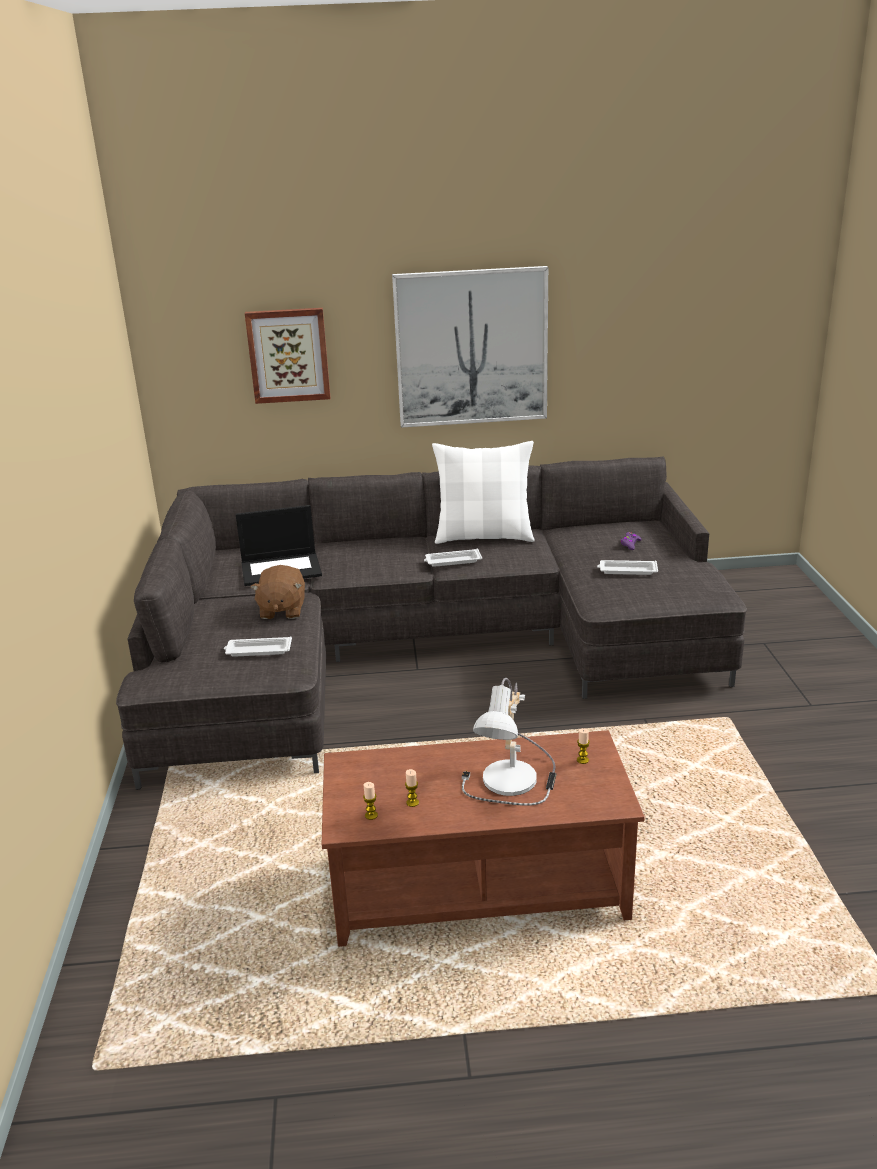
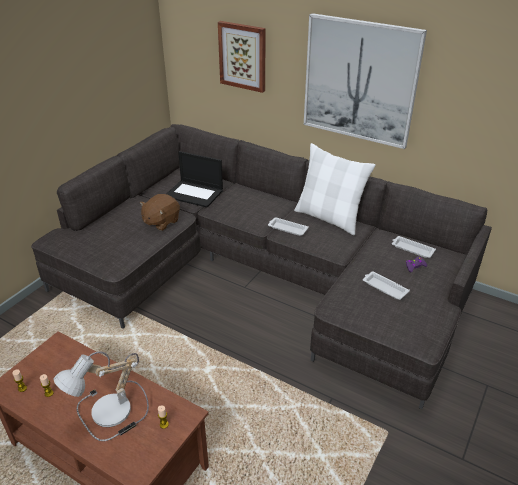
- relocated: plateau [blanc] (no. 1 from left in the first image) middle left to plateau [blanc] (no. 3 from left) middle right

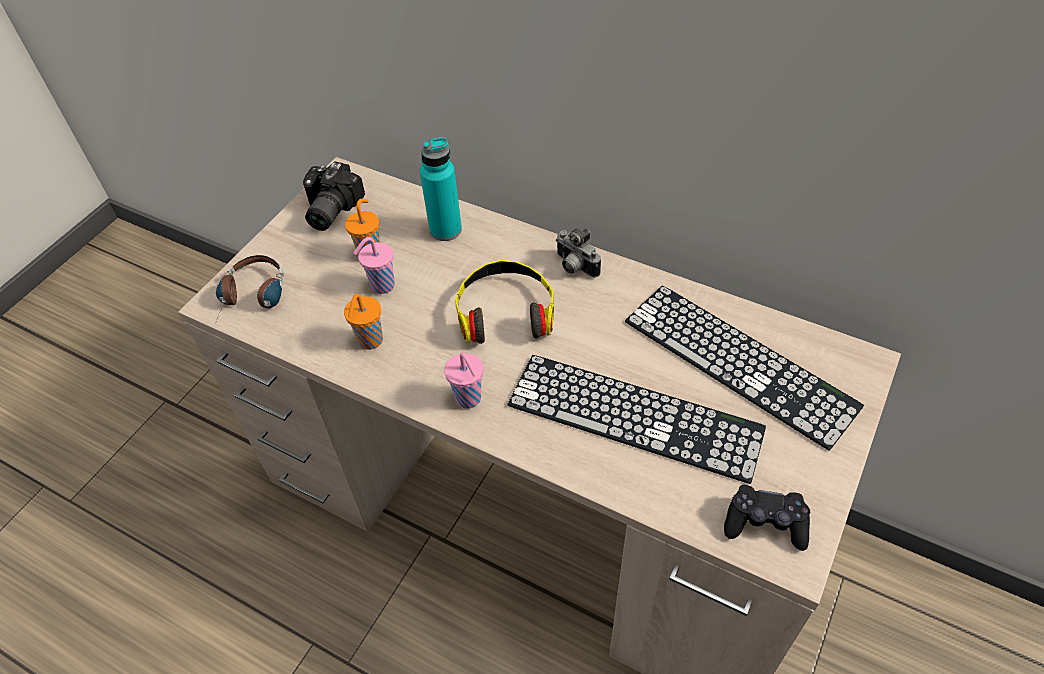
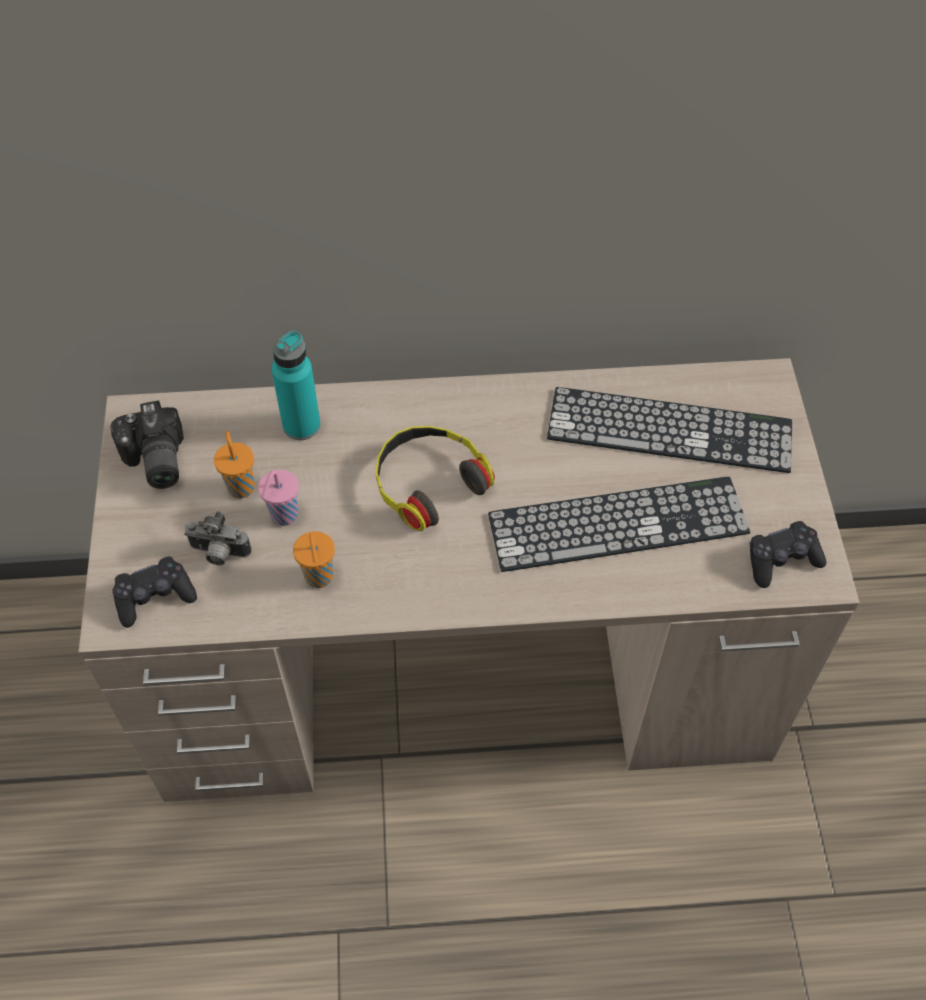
- missing: tasse [rose] (no. 2 from left) centre
- relocated: appareil photo (no. 2 from left) centre to middle left
- exchanged: casque audio (no. 1 from left) middle left to manette [noir] (no. 1 from left) middle left

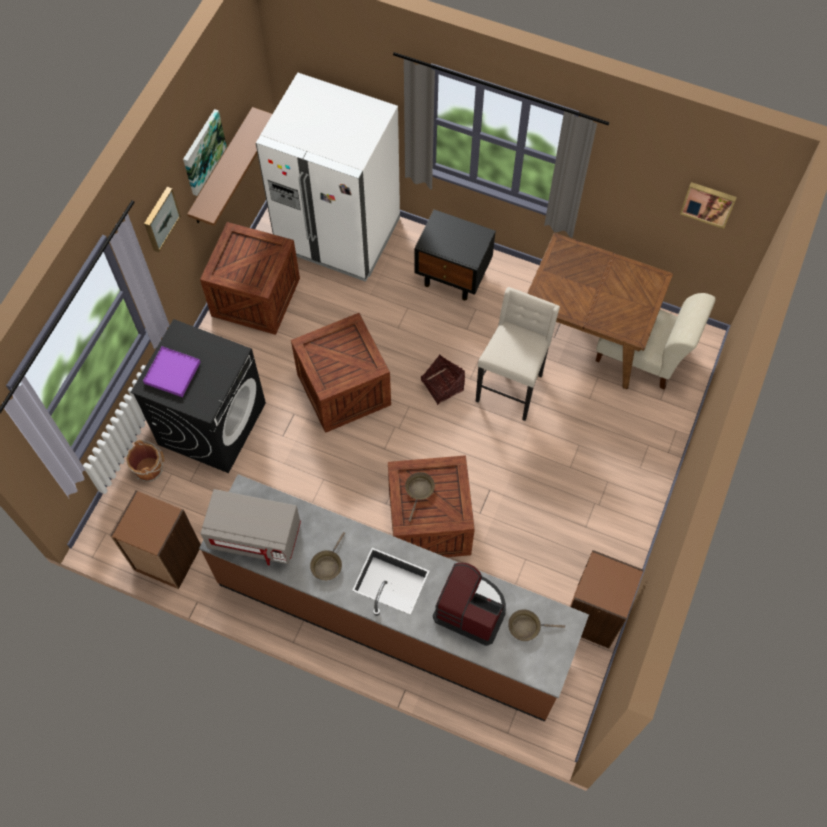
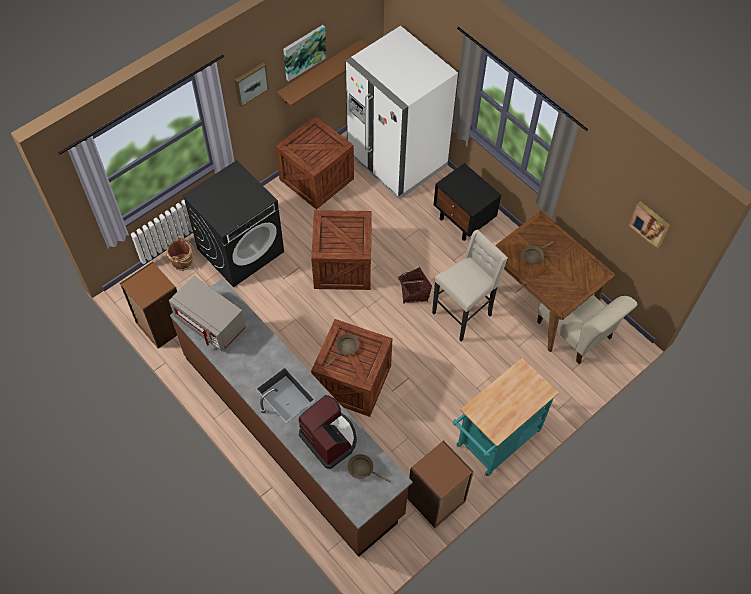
- missing: plateau [violet] middle left
- appeared: chariot [turquoise] bottom right
- relocated: poêle [marron] (no. 1 from left in the first image) bottom centre to poêle [marron] (no. 3 from left) middle right

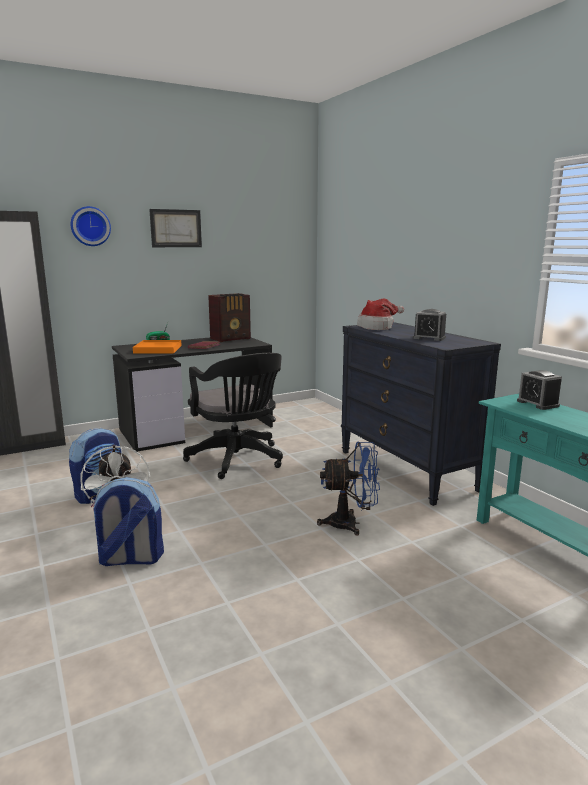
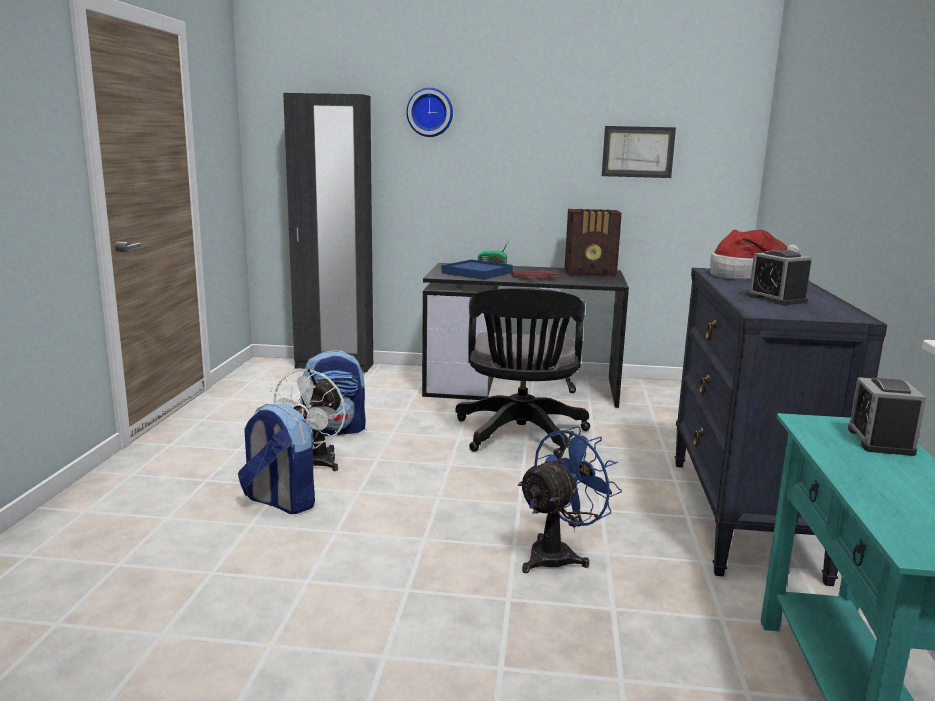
- relocated: tableau top left to top right
- colour: plateau [orange] middle left to plateau [bleu] centre
- spun: ventilateur [bleu] centre = bottom centre 75 degrees counterclockwise

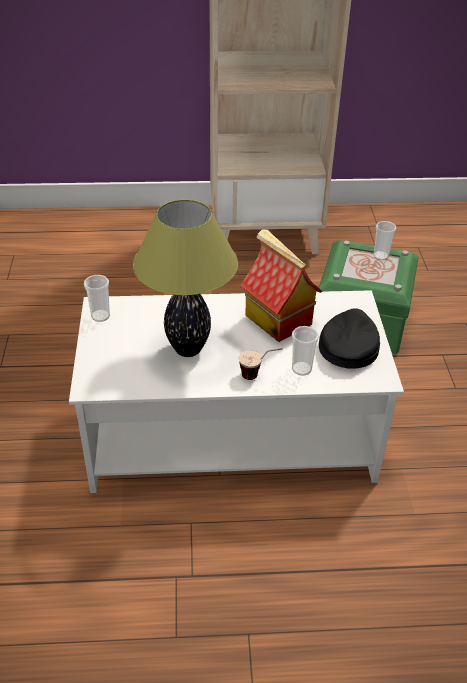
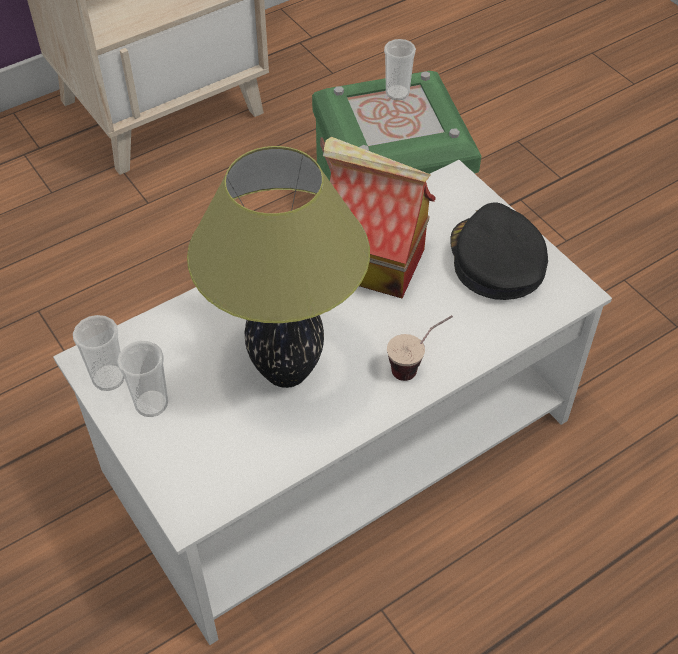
- relocated: tasse (no. 3 from left in the first image) centre to tasse (no. 2 from left) middle left

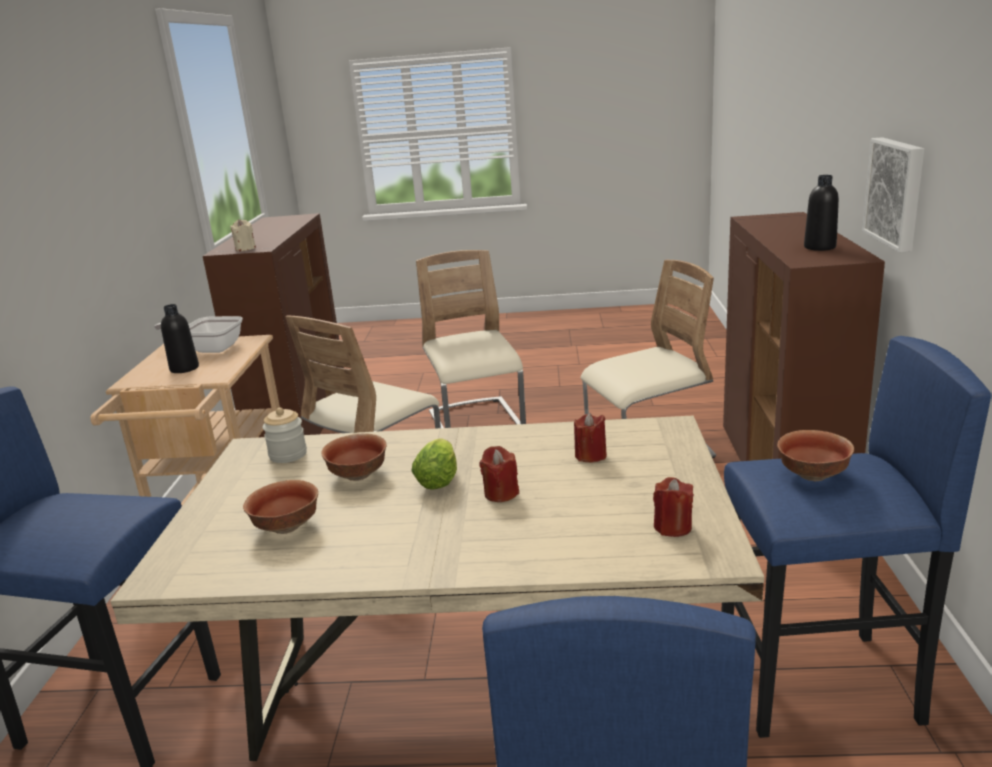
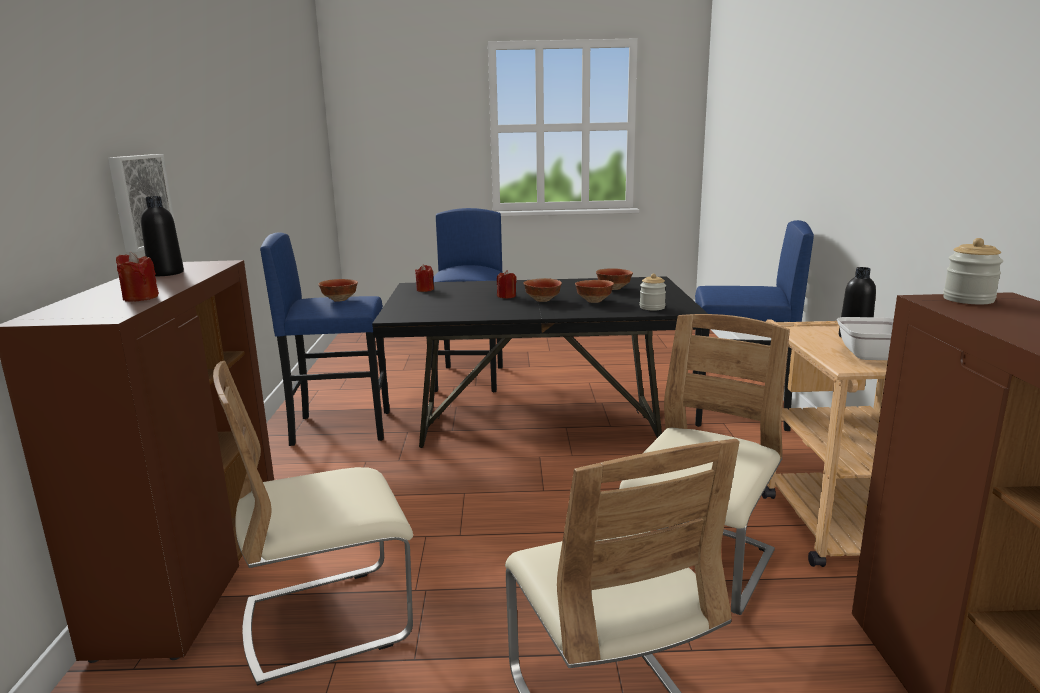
- relocated: bougie [rouge] (no. 2 from left in the first image) centre to bougie [rouge] (no. 1 from left) middle left
- exchanged: bougie [beige] top left to bocal (no. 2 from left) middle right
- exchanged: laitue centre to bol (no. 2 from left) centre
- colour: table à manger [beige] bottom centre to table à manger [noir] centre

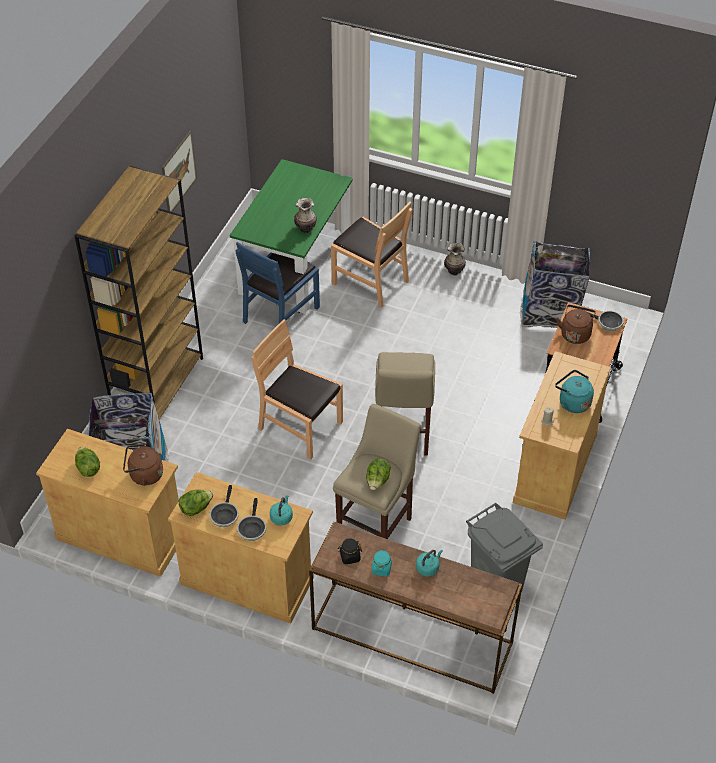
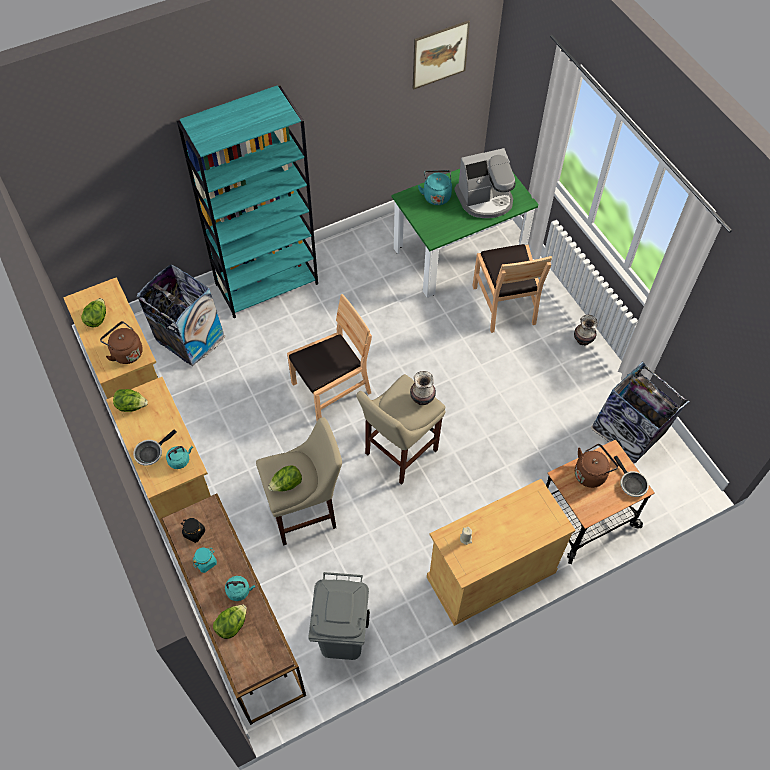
- missing: poêle (no. 1 from left) middle left
- missing: chaise [bleu] centre
- appeared: laitue (no. 3 from left) bottom left
- appeared: machine à café top centre
- relocated: tableau top left to top centre
- relocated: vase (no. 1 from left) top centre to centre
- relocated: bouilloire [turquoise] (no. 3 from left) middle right to top centre
- colour: bibliothèque [marron] middle left to bibliothèque [turquoise] top left
- spun: chaise [marron] (no. 1 from left) centre = centre 75 degrees clockwise

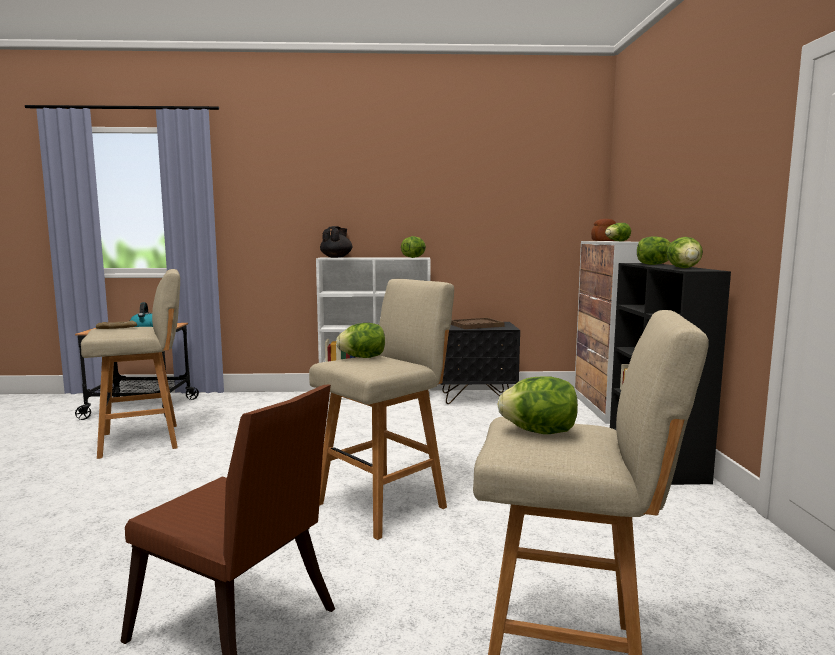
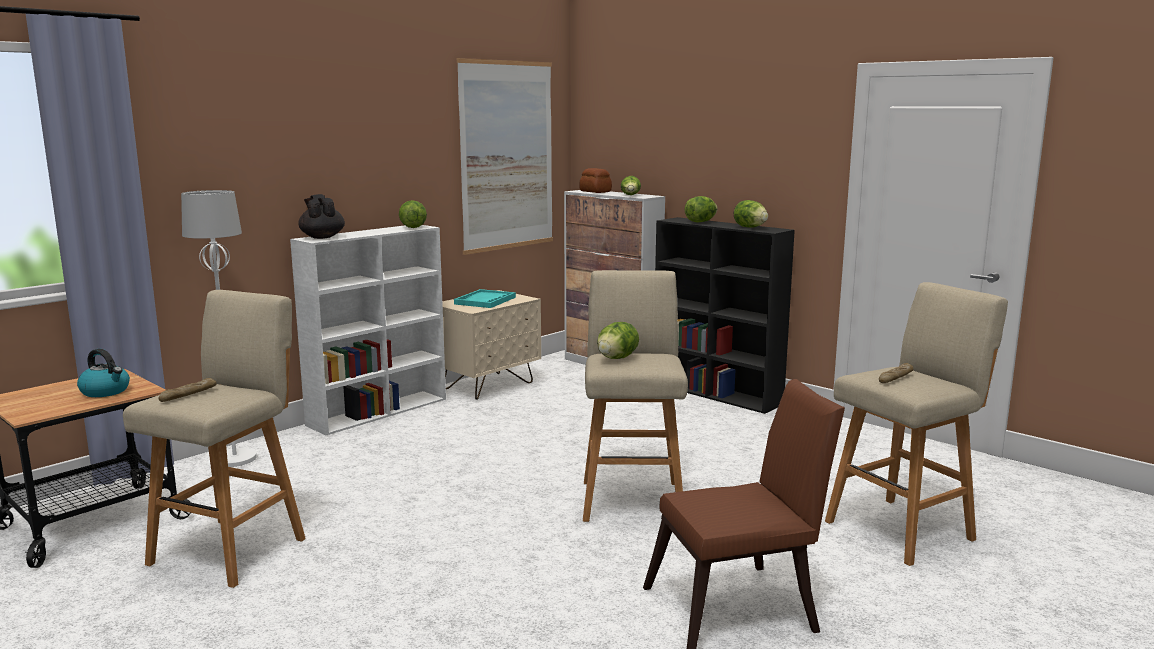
- appeared: lampadaire [blanc] middle left
- appeared: tableau top centre
- exchanged: laitue (no. 3 from left) centre to pain (no. 3 from left) middle right
- colour: table de chevet [noir] centre to table de chevet [beige] centre
- colour: plateau [marron] centre to plateau [turquoise] centre

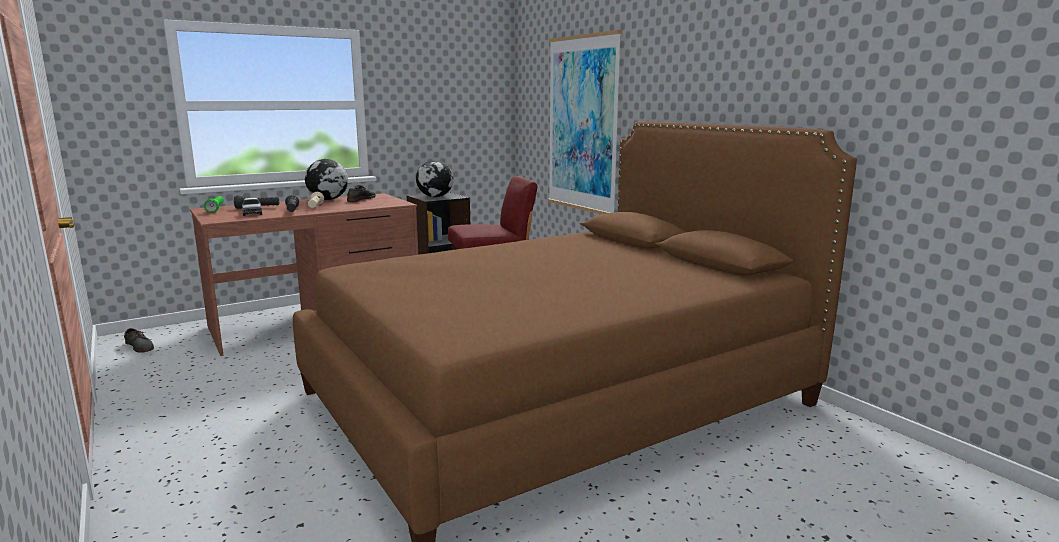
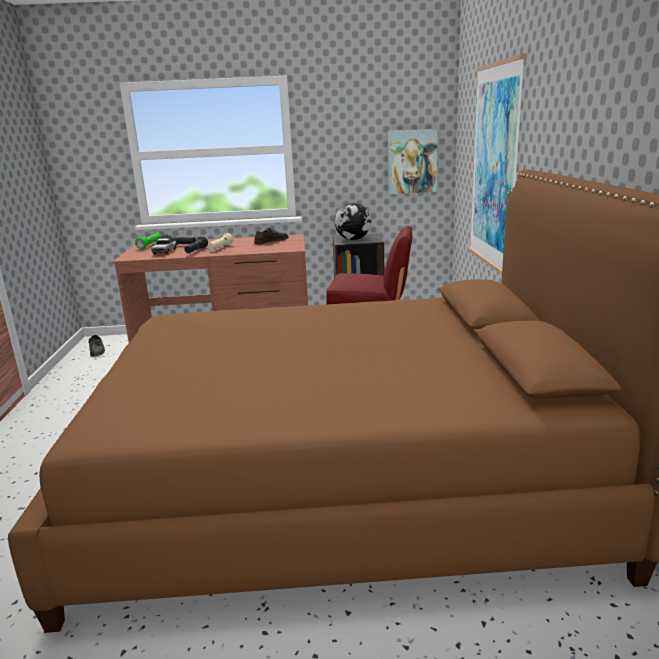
- missing: globe (no. 1 from left) top left
- appeared: tableau (no. 1 from left) top centre

